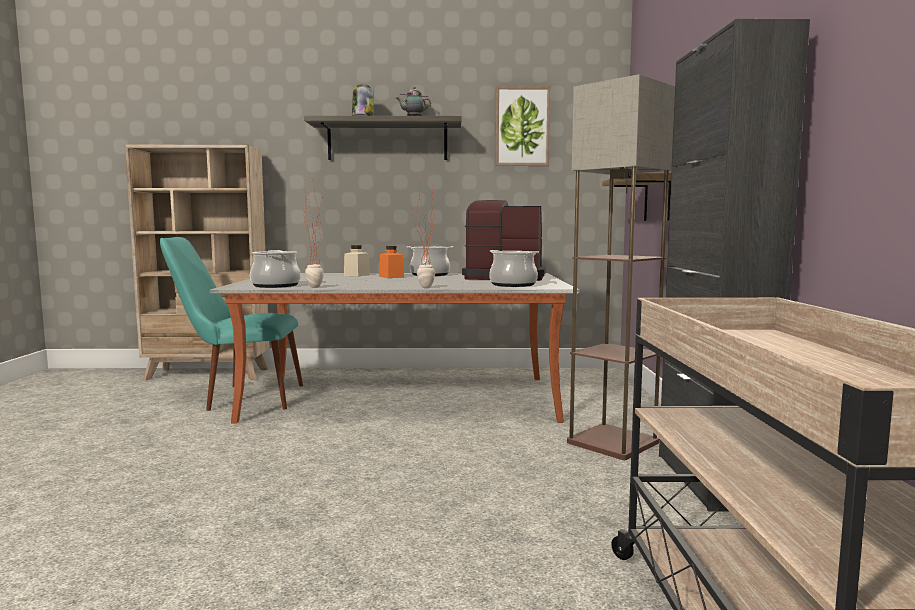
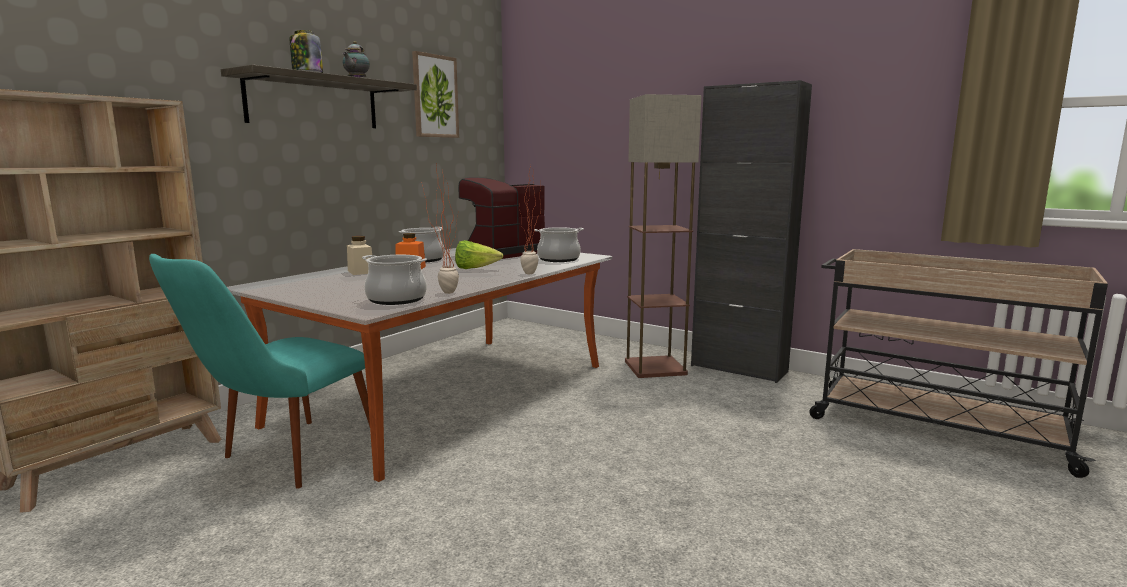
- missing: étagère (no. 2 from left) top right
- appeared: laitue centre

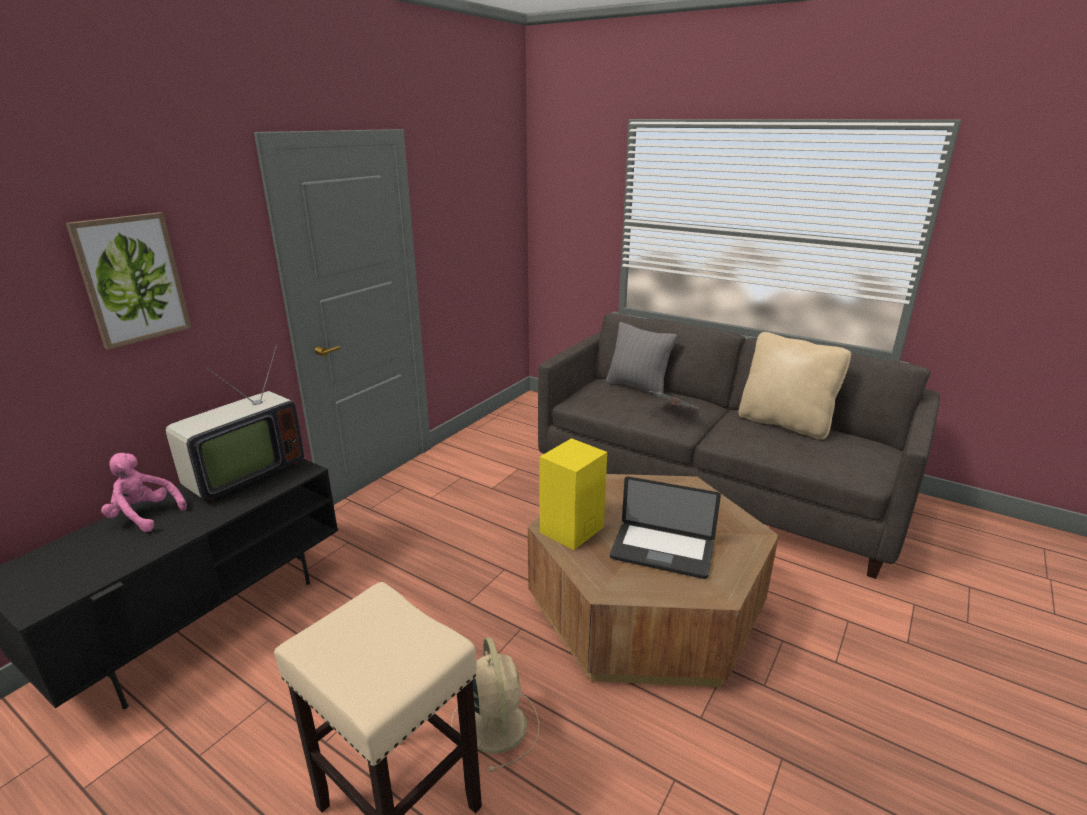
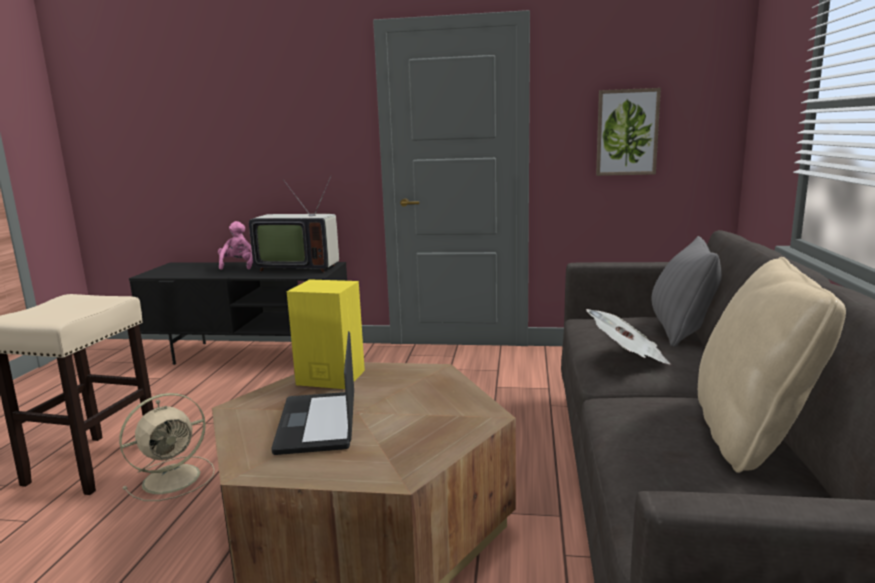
- relocated: tableau middle left to top right

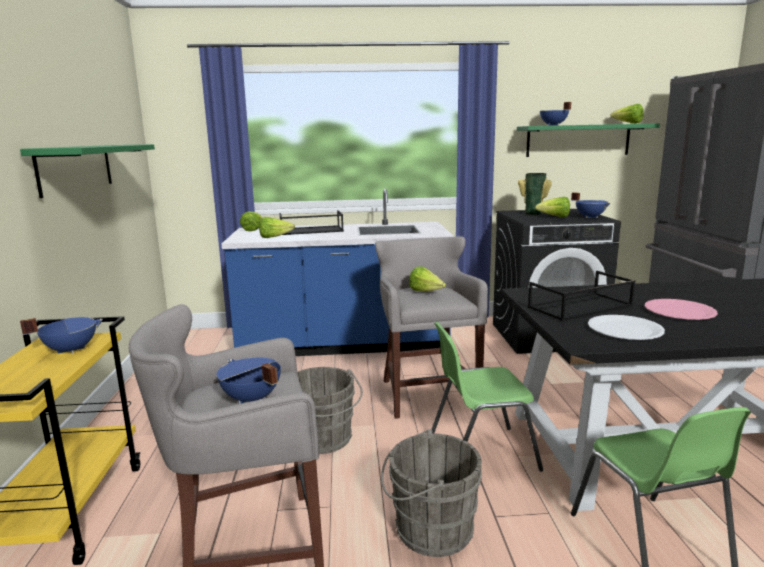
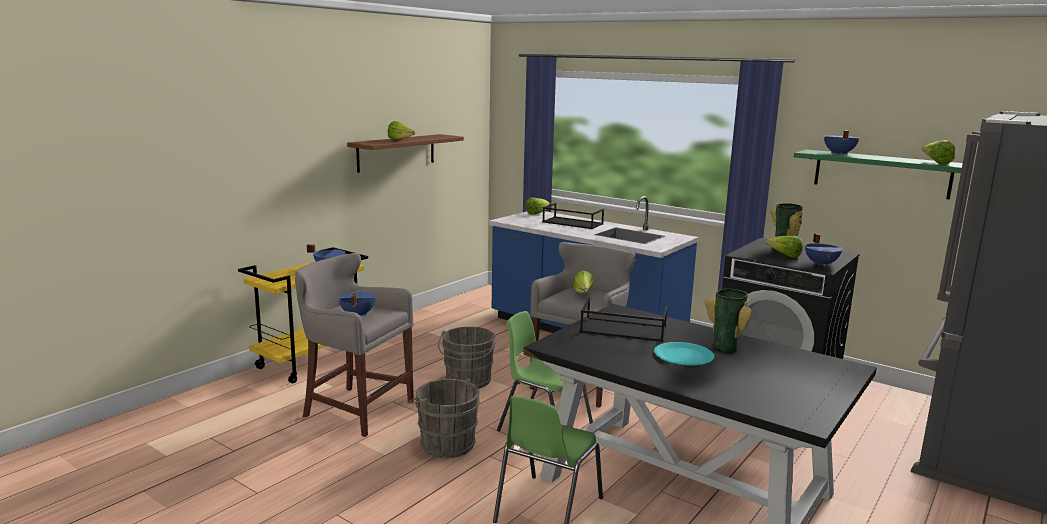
- missing: assiette [blanc] middle right
- appeared: vase (no. 1 from left) middle right
- relocated: laitue (no. 2 from left in the first image) centre to laitue (no. 1 from left) top centre
- colour: étagère [vert] (no. 1 from left) top left to étagère [marron] top centre
- colour: assiette [rose] middle right to assiette [turquoise] bottom centre

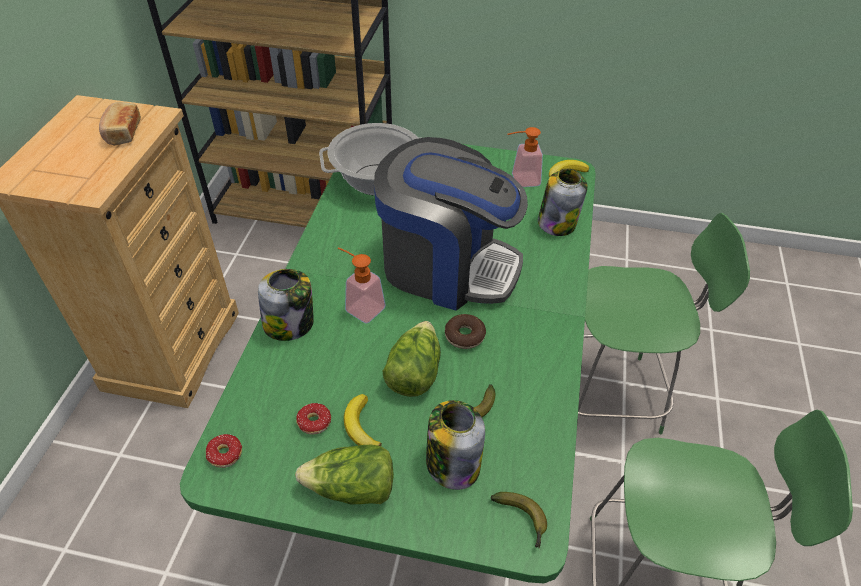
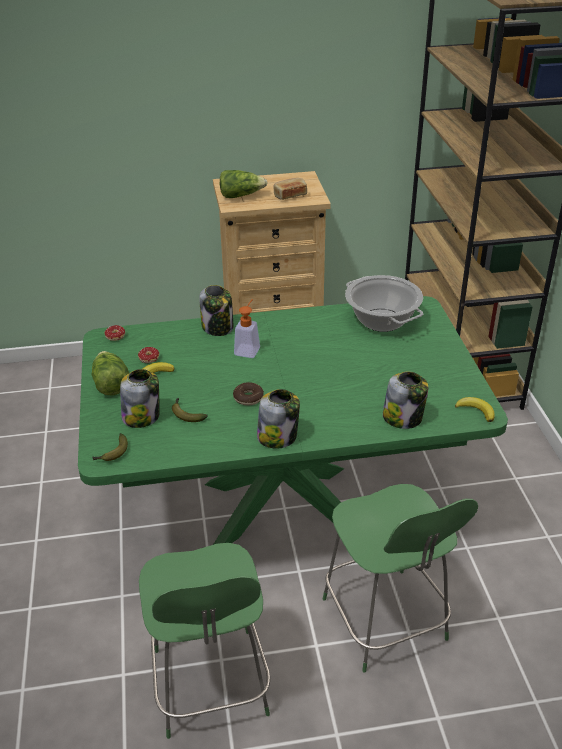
- missing: machine à café centre
- missing: distributeur de savon (no. 2 from left) top centre
- appeared: bocal (no. 3 from left) centre
- relocated: laitue (no. 2 from left) centre to top centre

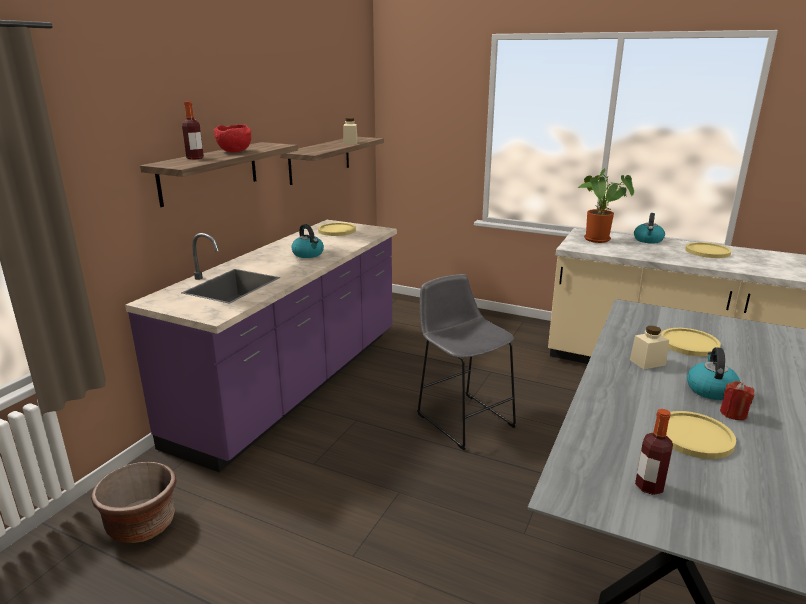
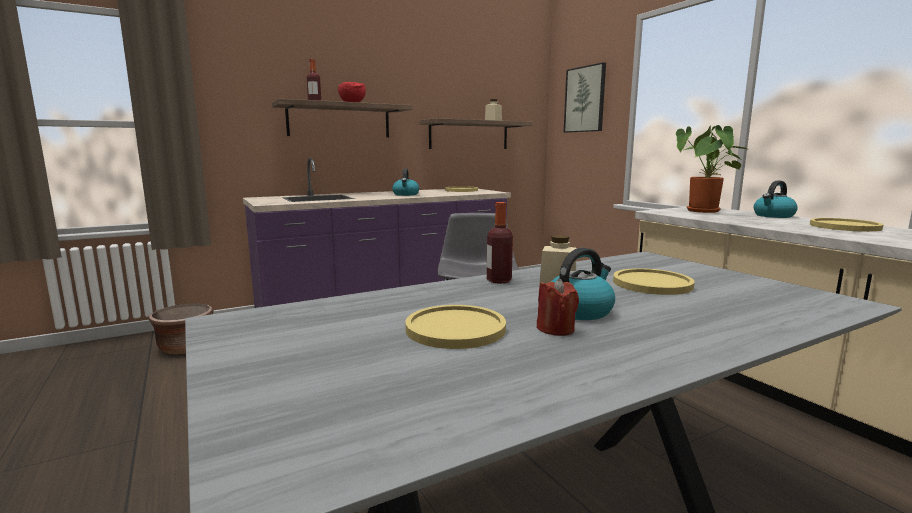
- appeared: tableau top centre
- relocated: bouteille (no. 2 from left) bottom right to centre

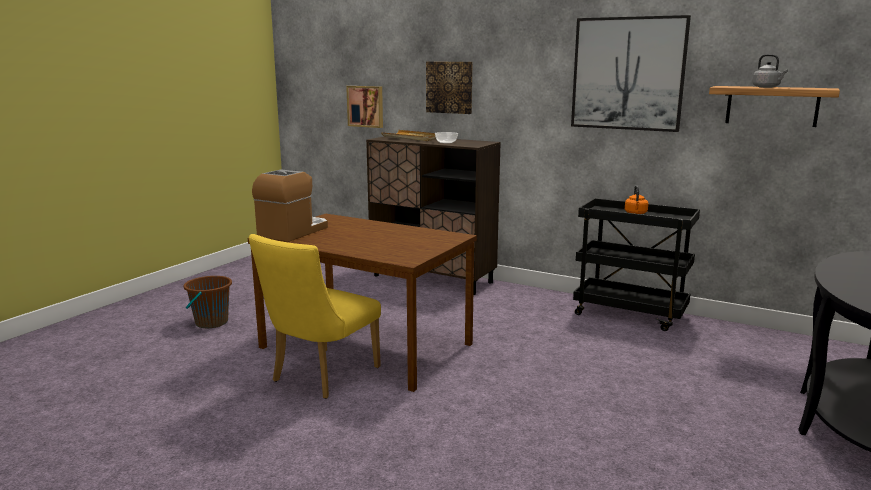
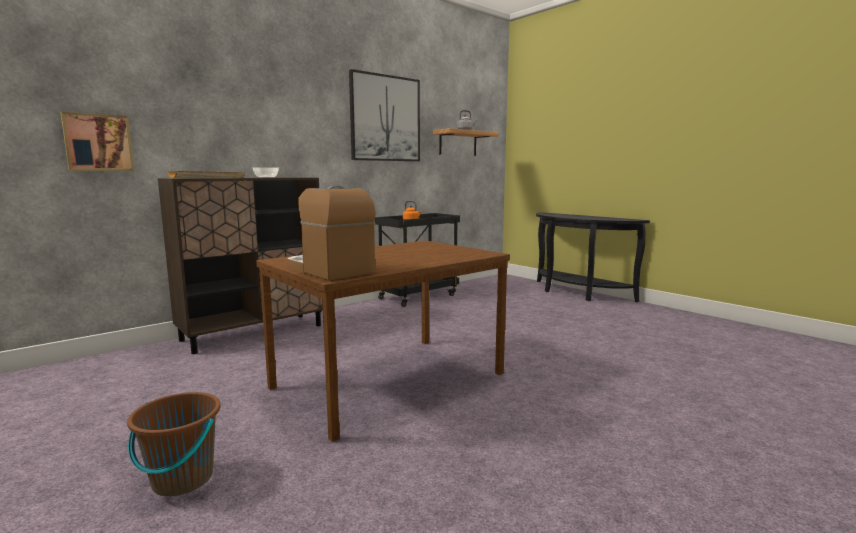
- missing: chaise [jaune] centre
- missing: tableau (no. 2 from left) top centre

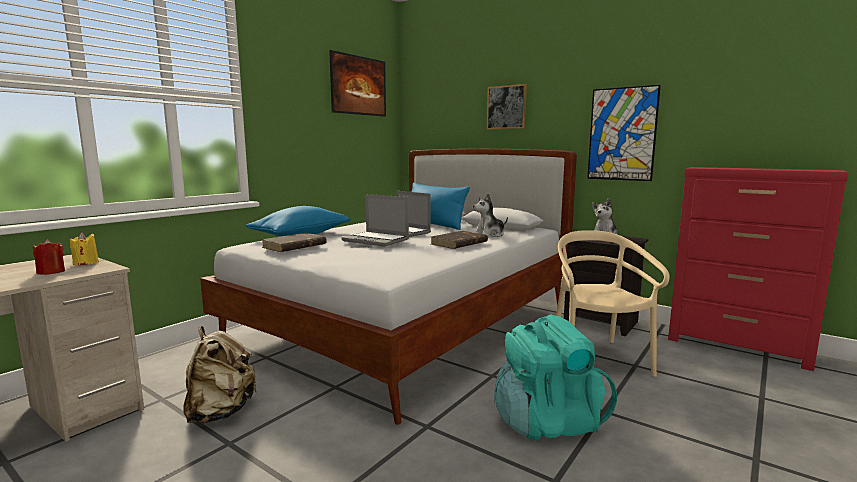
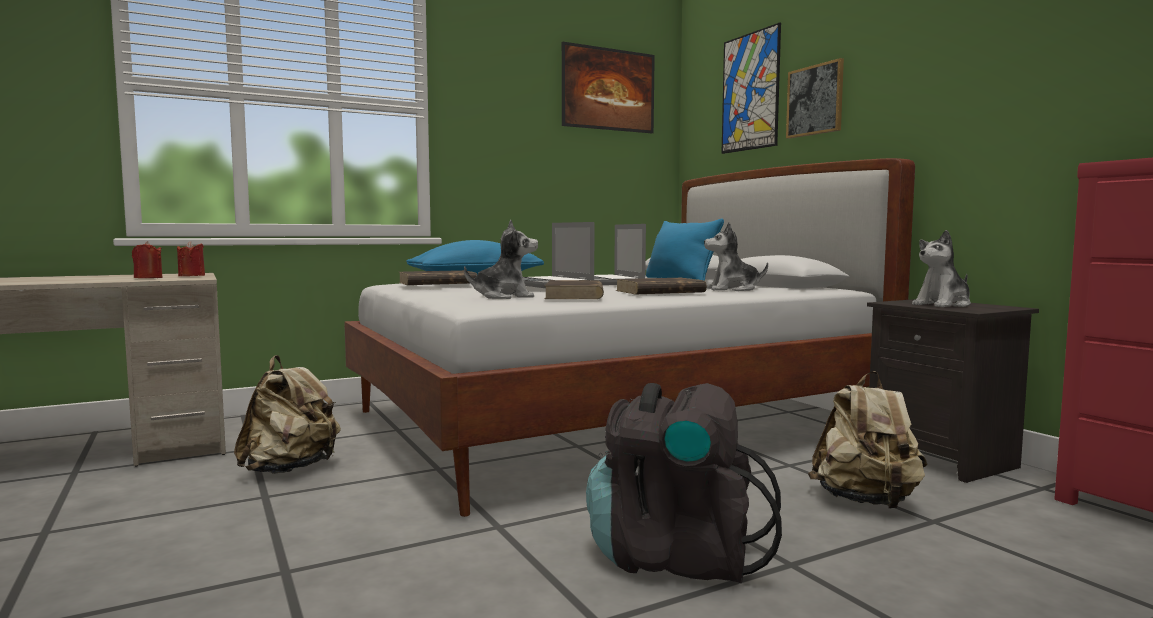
- appeared: peluche (no. 1 from left) centre
- appeared: livre [marron] (no. 2 from left) centre
- relocated: tableau (no. 3 from left in the first image) top right to tableau (no. 2 from left) top centre
- exchanged: chaise [beige] middle right to sac à dos [beige] (no. 2 from left) bottom right
- colour: bougie [jaune] middle left to bougie [rouge] (no. 2 from left) middle left
- colour: sac à dos [turquoise] bottom centre to sac à dos [noir] bottom centre

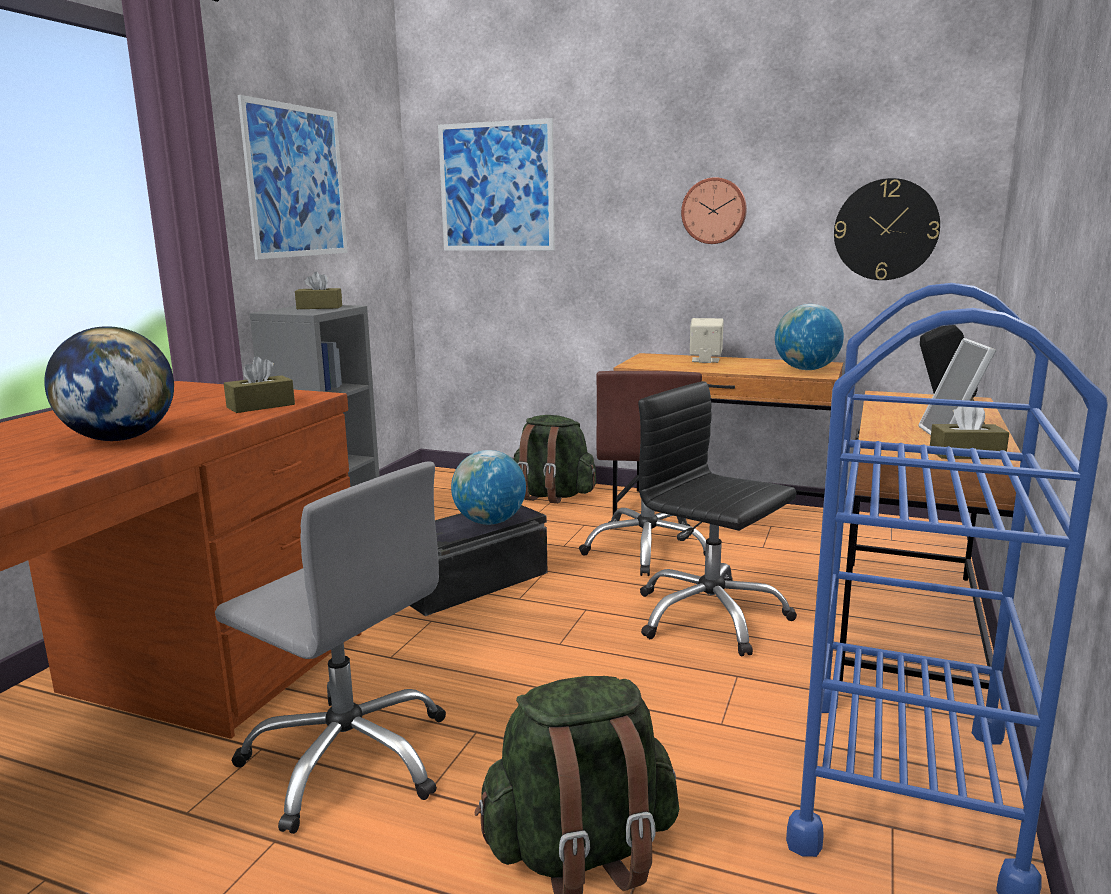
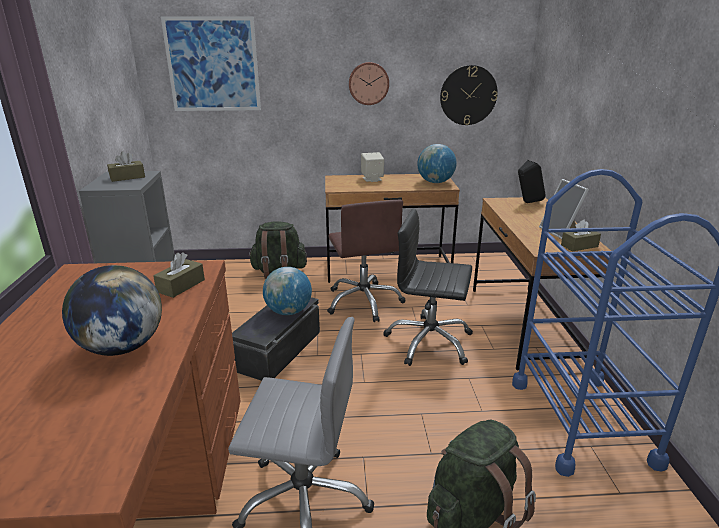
- missing: tableau (no. 1 from left) top left

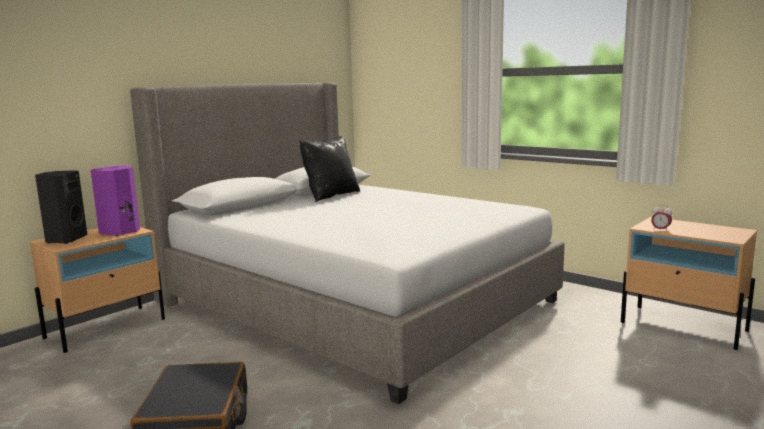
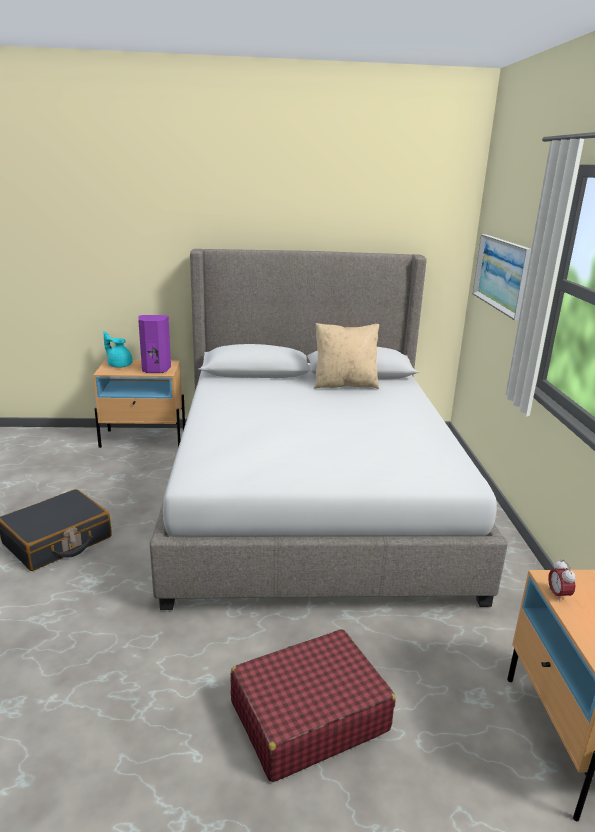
- appeared: valise [rouge] bottom centre
- appeared: tableau top right
- exchanged: enceinte [noir] middle left to théière [turquoise] middle left
- colour: coussin [noir] centre to coussin [beige] centre

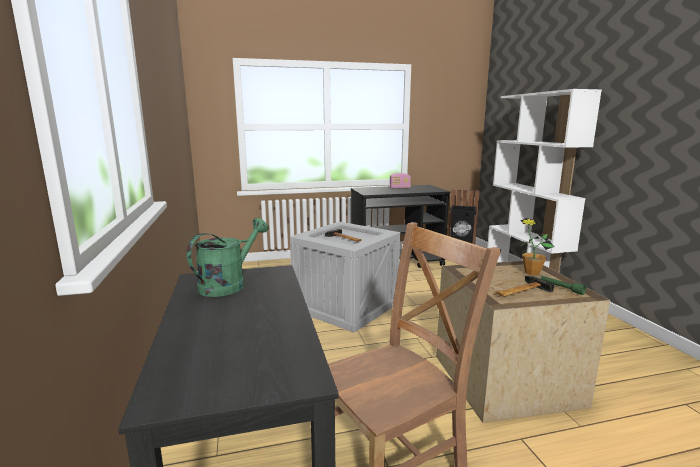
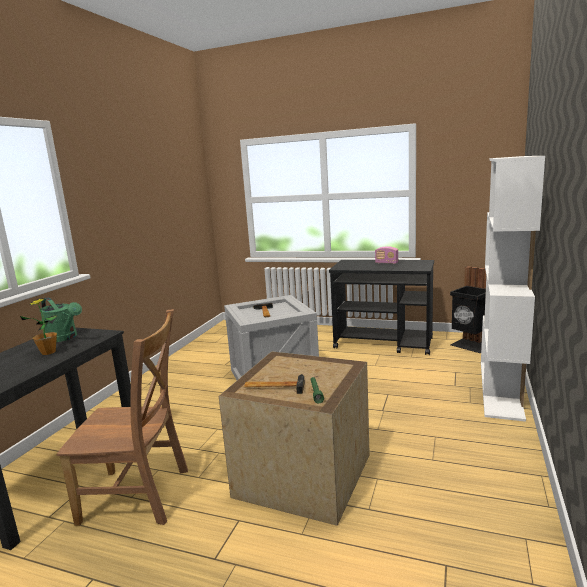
- relocated: plante en pot middle right to middle left
- spun: arrosoir [vert] middle left = middle left 60 degrees clockwise

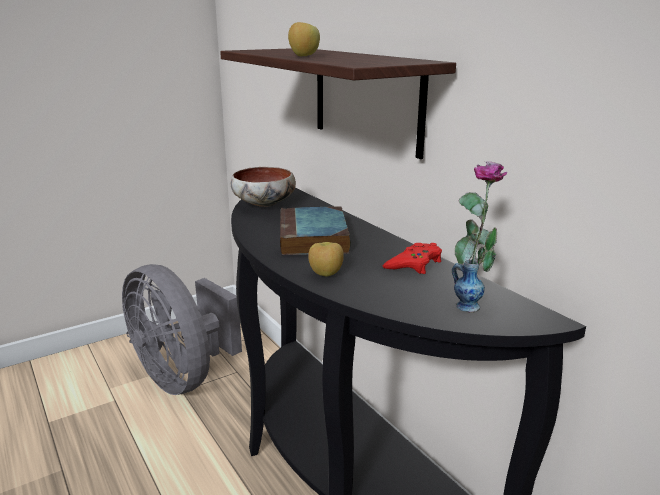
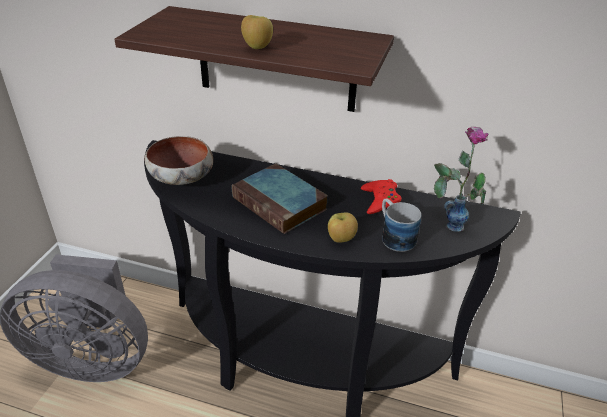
- appeared: mug centre

